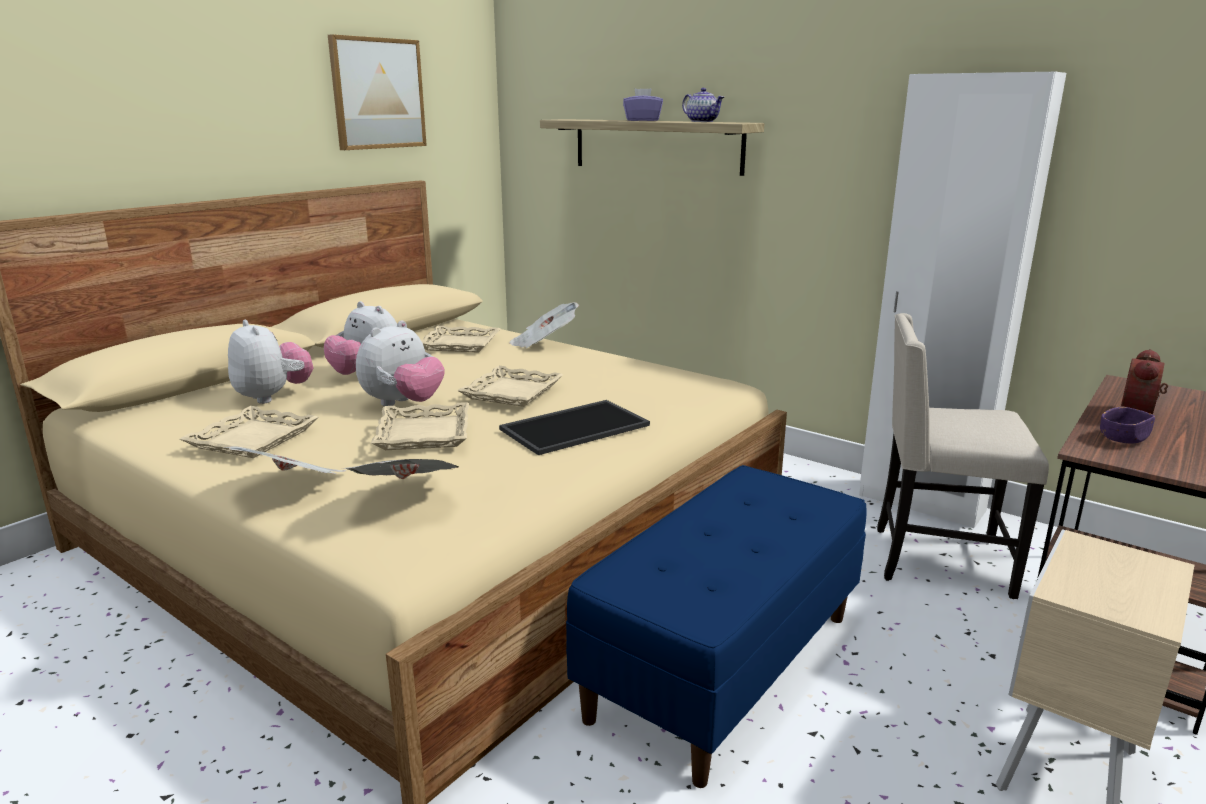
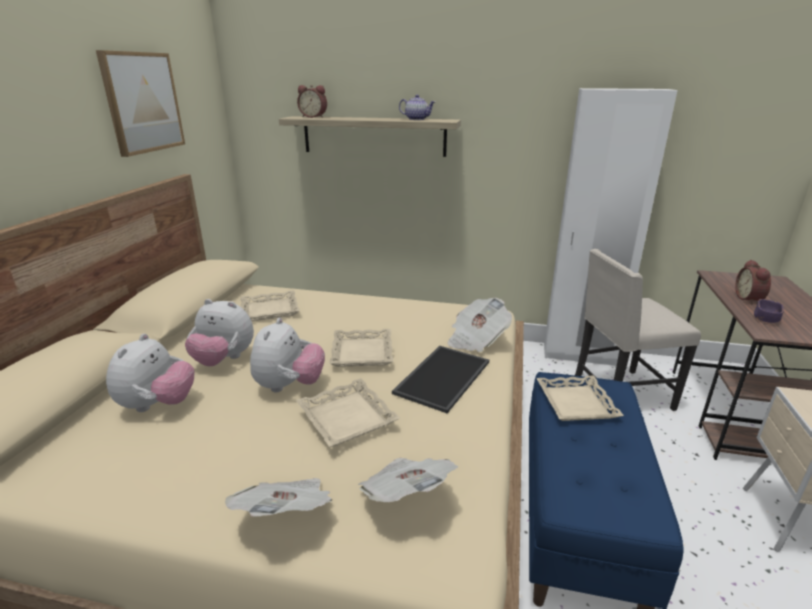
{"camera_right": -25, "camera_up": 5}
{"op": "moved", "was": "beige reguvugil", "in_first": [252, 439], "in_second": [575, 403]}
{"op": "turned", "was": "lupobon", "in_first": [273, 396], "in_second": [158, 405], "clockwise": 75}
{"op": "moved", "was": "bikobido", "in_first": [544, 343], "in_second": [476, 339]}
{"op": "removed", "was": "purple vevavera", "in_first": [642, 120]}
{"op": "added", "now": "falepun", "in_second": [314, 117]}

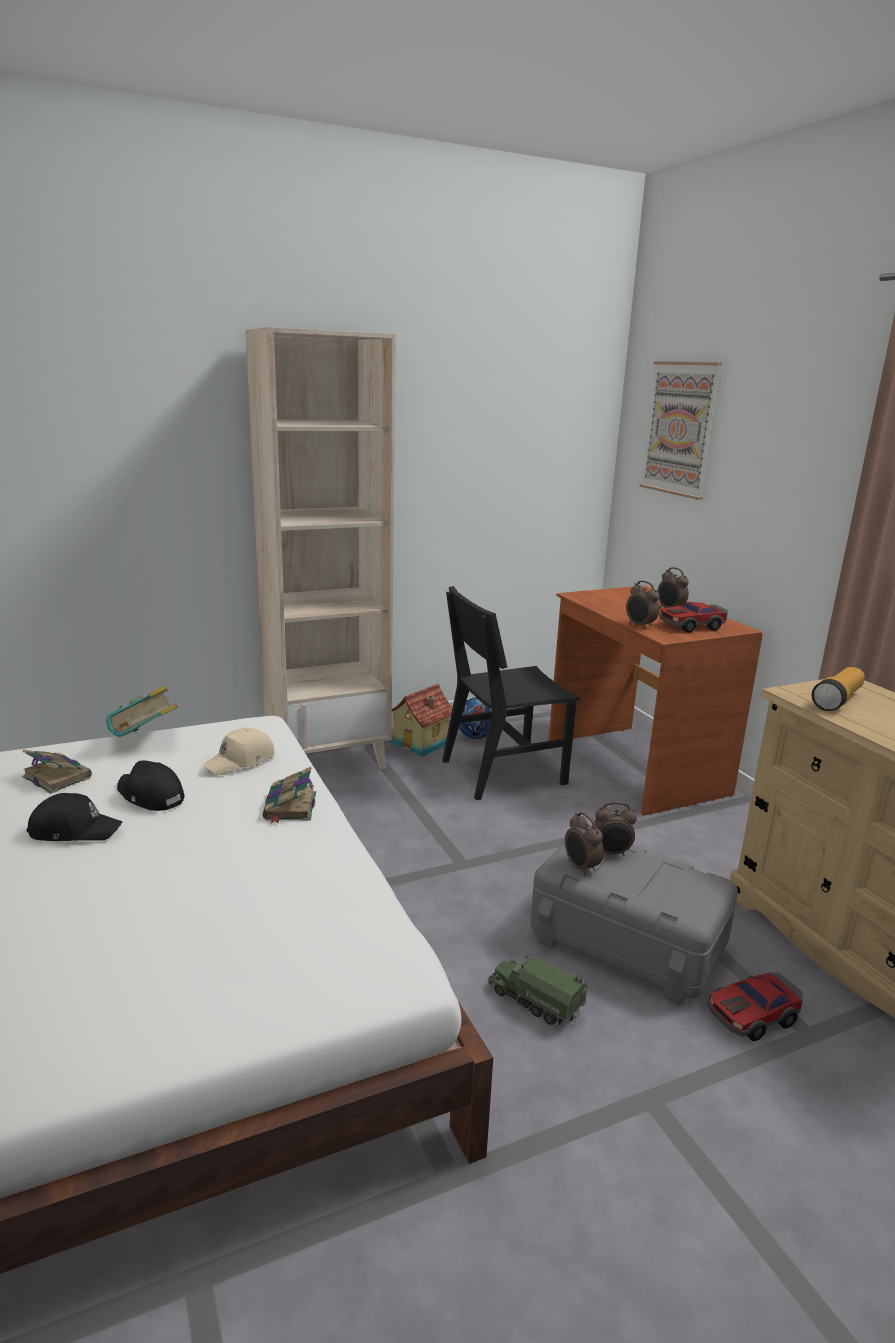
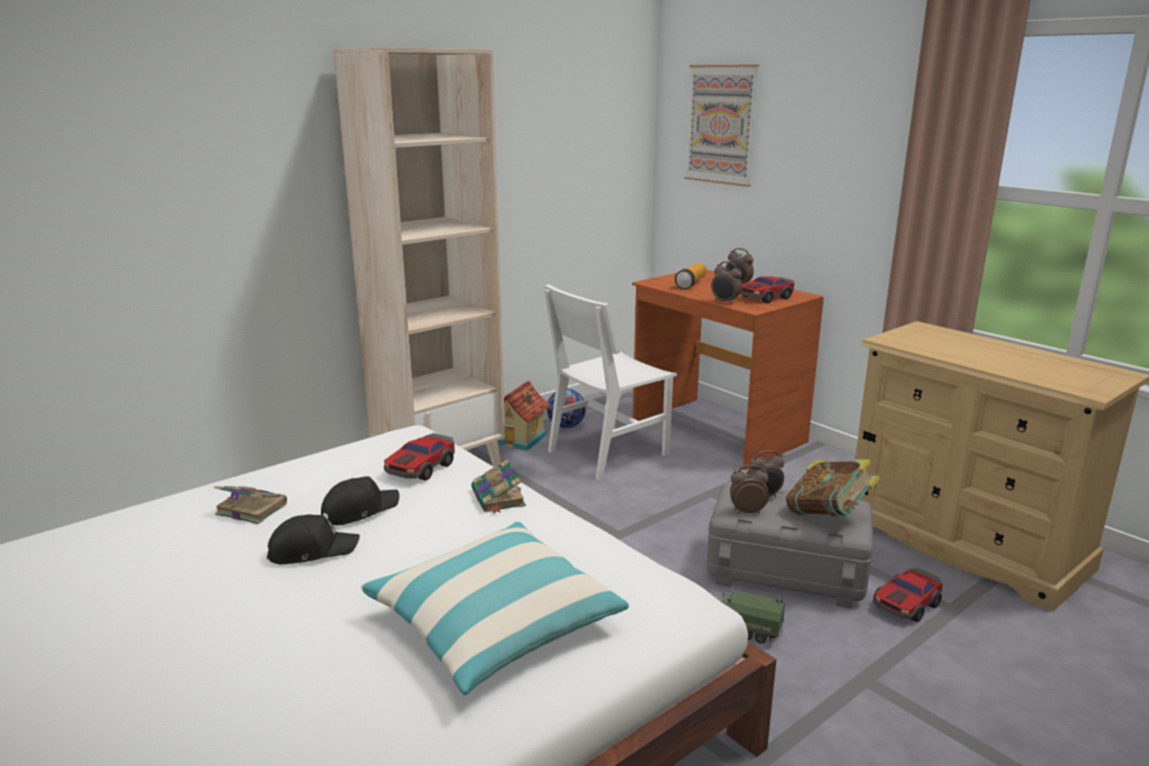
{"camera_right": -15, "camera_up": 0}
{"op": "moved", "was": "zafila", "in_first": [147, 741], "in_second": [828, 516]}
{"op": "turned", "was": "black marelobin", "in_first": [150, 796], "in_second": [359, 510], "clockwise": 120}
{"op": "replaced", "was": "beige marelobin", "now": "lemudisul", "in_first": [241, 761], "in_second": [421, 467]}
{"op": "recoloured", "was": "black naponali", "now": "white naponali", "in_first": [503, 772], "in_second": [608, 452]}
{"op": "turned", "was": "falepun", "in_first": [580, 867], "in_second": [747, 511], "clockwise": 135}
{"op": "moved", "was": "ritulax", "in_first": [837, 700], "in_second": [691, 284]}
{"op": "added", "now": "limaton", "in_second": [495, 622]}

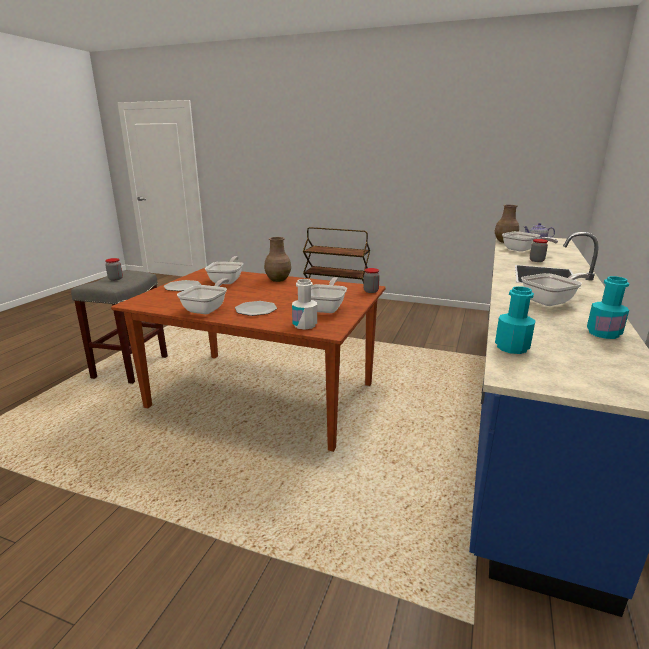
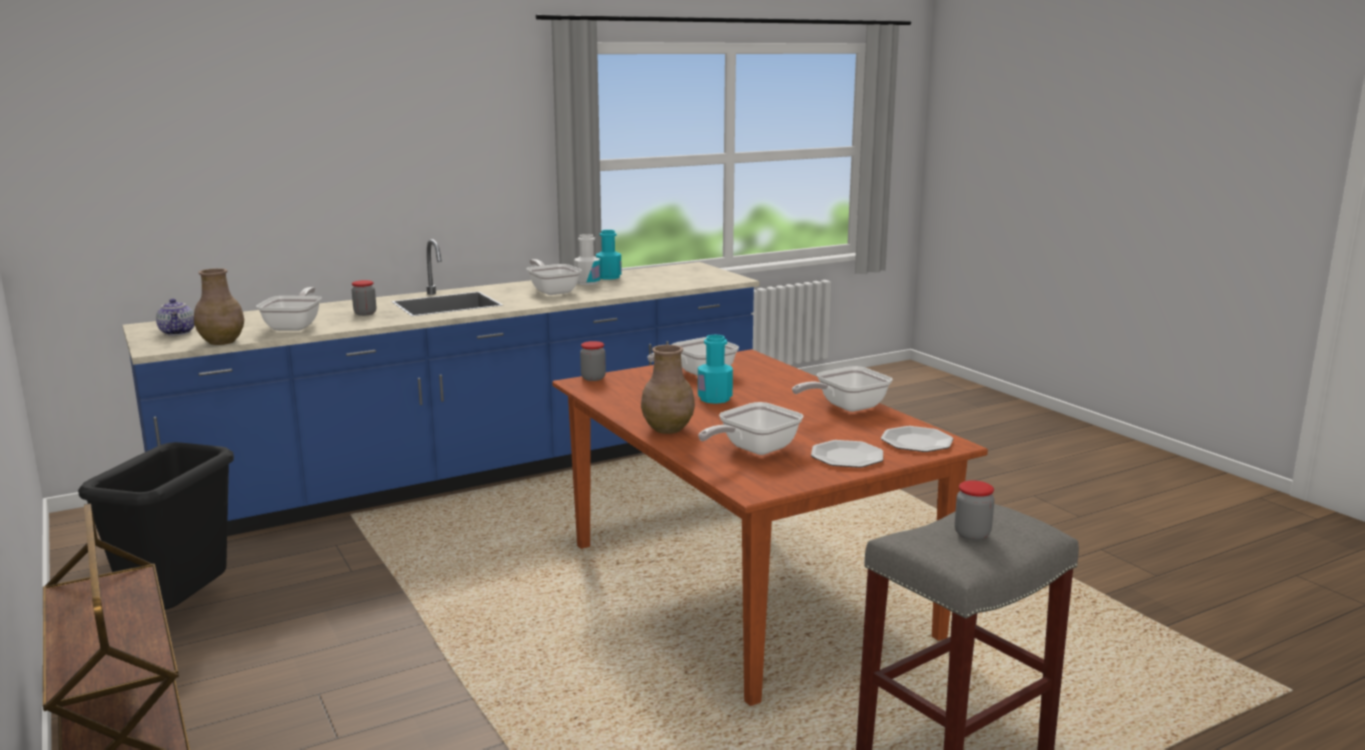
{"camera_right": -140, "camera_up": -5}
{"op": "moved", "was": "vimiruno", "in_first": [256, 310], "in_second": [917, 441]}
{"op": "moved", "was": "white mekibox", "in_first": [304, 325], "in_second": [587, 282]}
{"op": "moved", "was": "turquoise mekibox", "in_first": [512, 347], "in_second": [715, 398]}
{"op": "turned", "was": "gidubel", "in_first": [551, 301], "in_second": [552, 291], "clockwise": 45}
{"op": "added", "now": "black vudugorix", "in_second": [181, 612]}

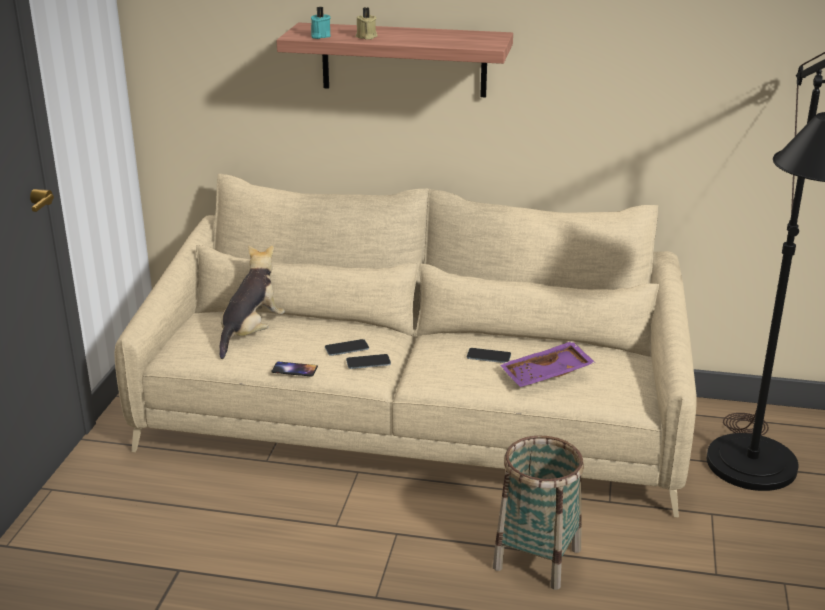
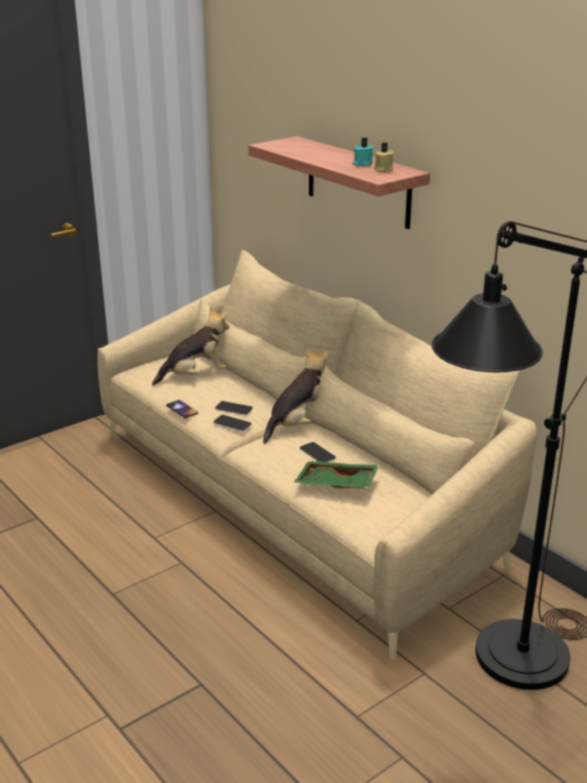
{"camera_right": 40, "camera_up": 0}
{"op": "moved", "was": "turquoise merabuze", "in_first": [320, 36], "in_second": [362, 164]}
{"op": "moved", "was": "beige merabuze", "in_first": [366, 37], "in_second": [382, 169]}
{"op": "removed", "was": "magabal", "in_first": [537, 558]}
{"op": "recoloured", "was": "purple reguvugil", "now": "green reguvugil", "in_first": [547, 375], "in_second": [336, 484]}
{"op": "added", "now": "lupobon", "in_second": [298, 424]}

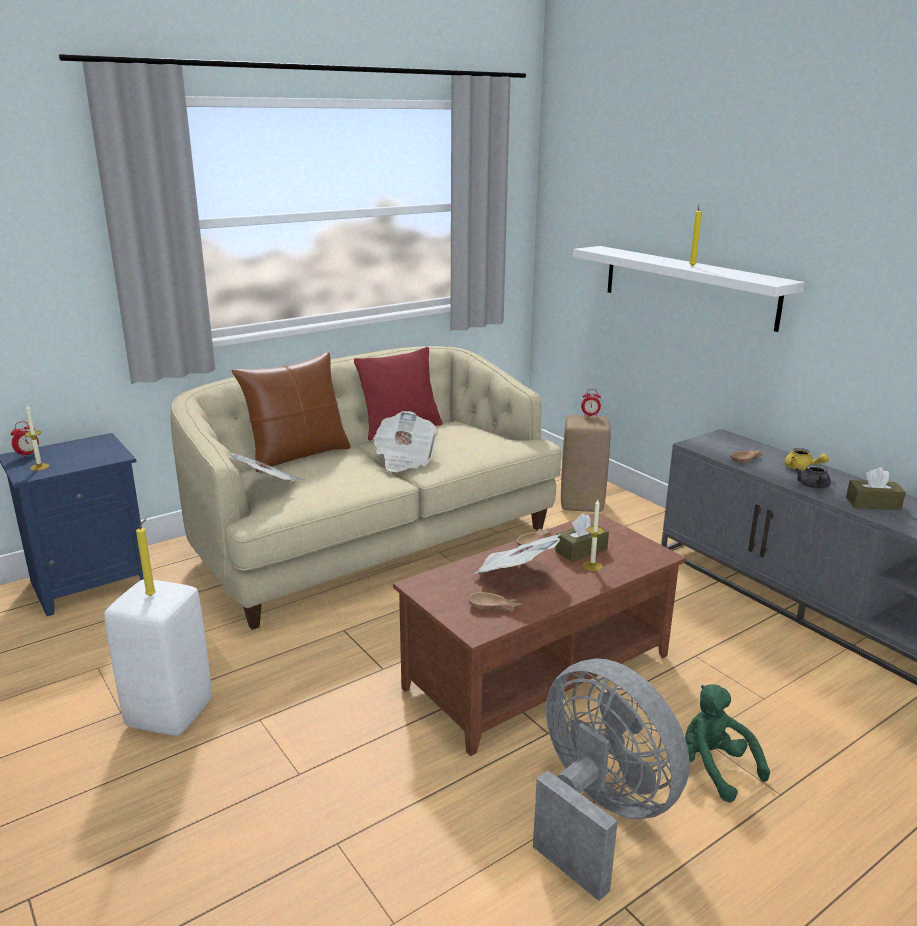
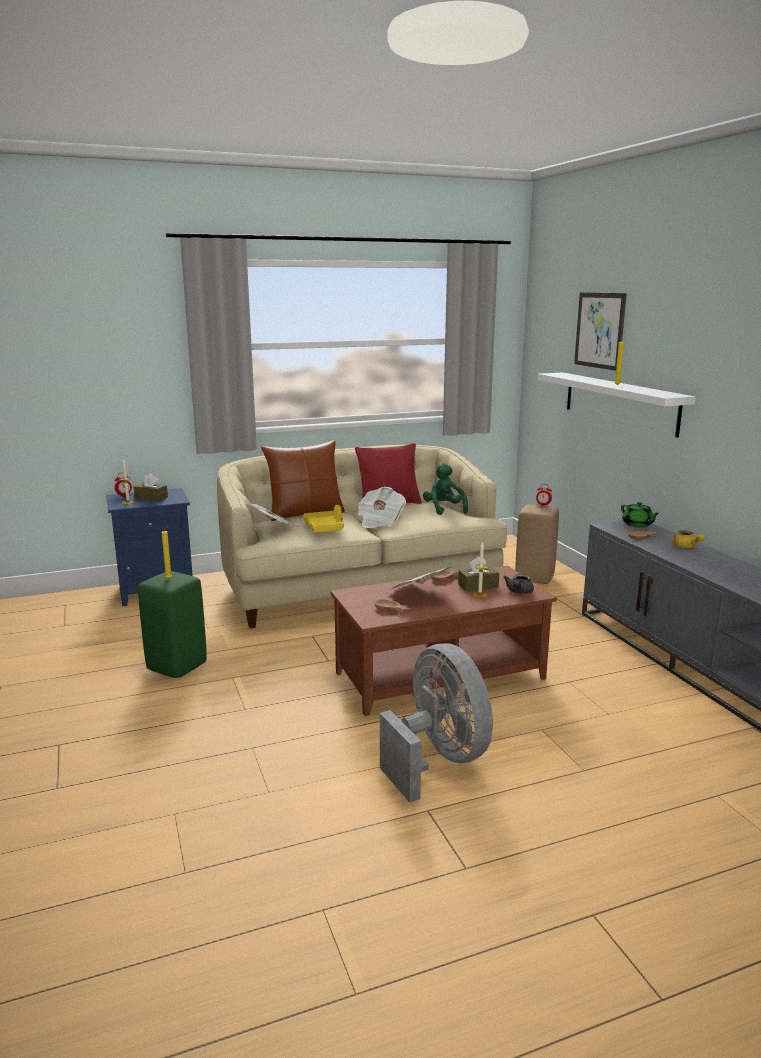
{"camera_right": 15, "camera_up": -5}
{"op": "recoloured", "was": "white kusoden", "now": "green kusoden", "in_first": [169, 713], "in_second": [177, 666]}
{"op": "moved", "was": "green lupobon", "in_first": [713, 768], "in_second": [444, 509]}
{"op": "moved", "was": "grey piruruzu", "in_first": [814, 486], "in_second": [519, 592]}
{"op": "moved", "was": "brown vevavera", "in_first": [873, 504], "in_second": [151, 498]}
{"op": "added", "now": "yellow reguvugil", "in_second": [325, 528]}
{"op": "added", "now": "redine", "in_second": [599, 330]}
{"op": "added", "now": "green piruruzu", "in_second": [637, 525]}

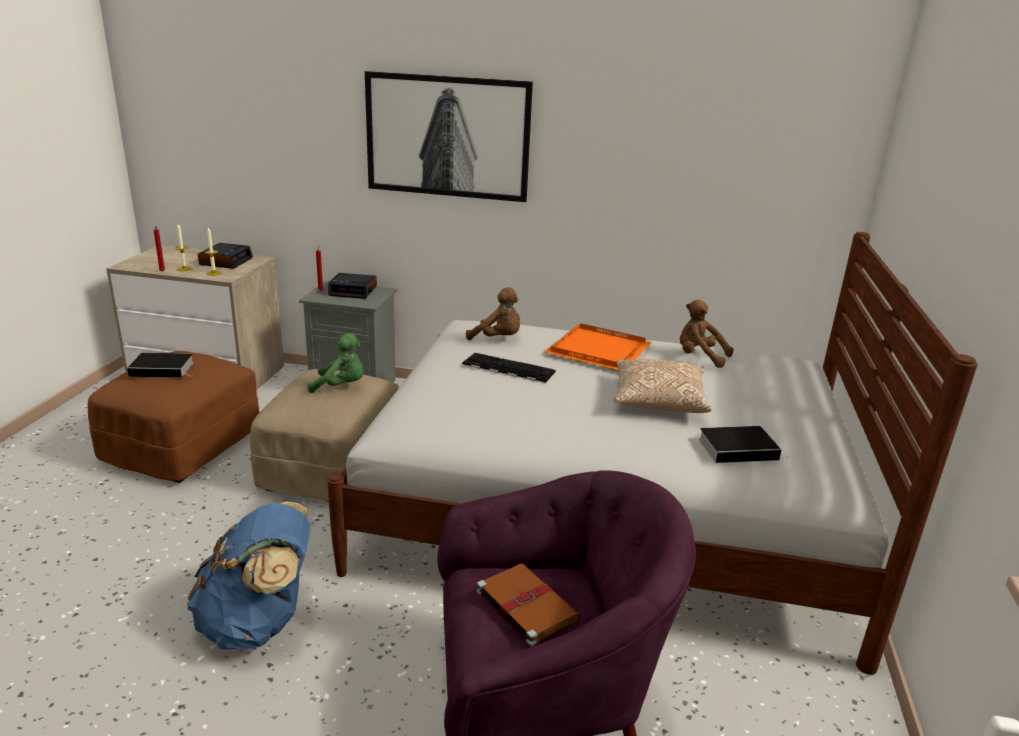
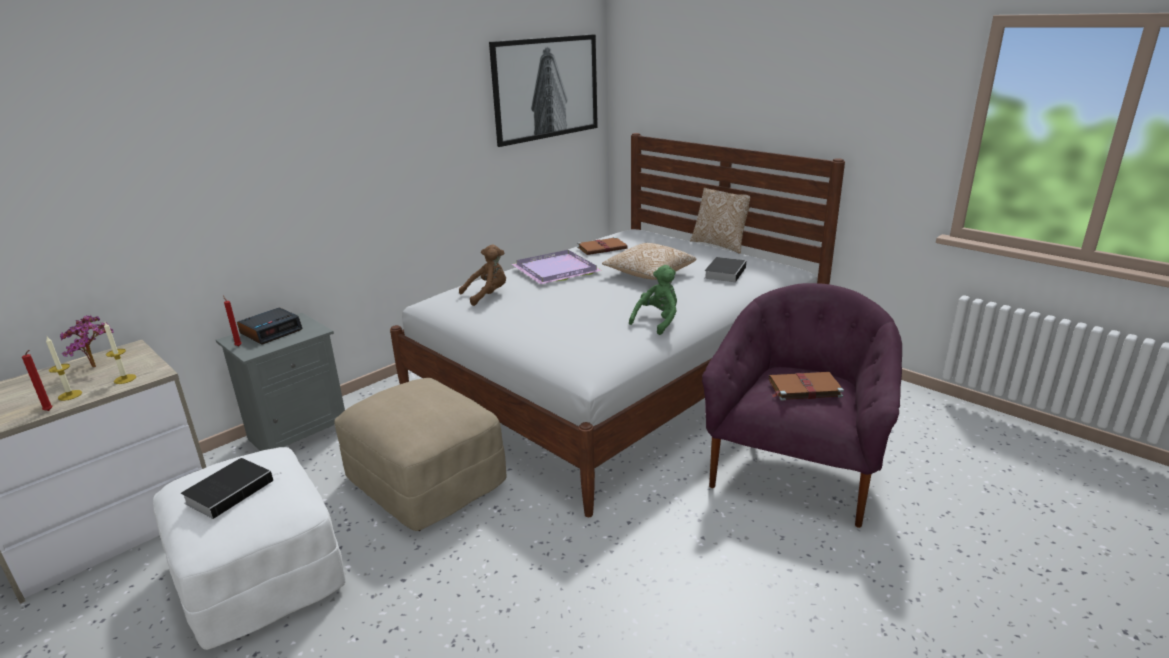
{"camera_right": -55, "camera_up": 0}
{"op": "recoloured", "was": "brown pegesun", "now": "white pegesun", "in_first": [183, 447], "in_second": [261, 575]}
{"op": "removed", "was": "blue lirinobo", "in_first": [259, 622]}
{"op": "replaced", "was": "falepun", "now": "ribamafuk", "in_first": [226, 261], "in_second": [97, 367]}
{"op": "moved", "was": "green lupobon", "in_first": [341, 386], "in_second": [657, 321]}
{"op": "moved", "was": "redine", "in_first": [447, 137], "in_second": [546, 88]}
{"op": "removed", "was": "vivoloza", "in_first": [507, 368]}
{"op": "recoloured", "was": "orange reguvugil", "now": "purple reguvugil", "in_first": [599, 351], "in_second": [558, 270]}
{"op": "replaced", "was": "brown lupobon", "now": "brown zafila", "in_first": [699, 357], "in_second": [603, 248]}
{"op": "added", "now": "limaton", "in_second": [720, 245]}

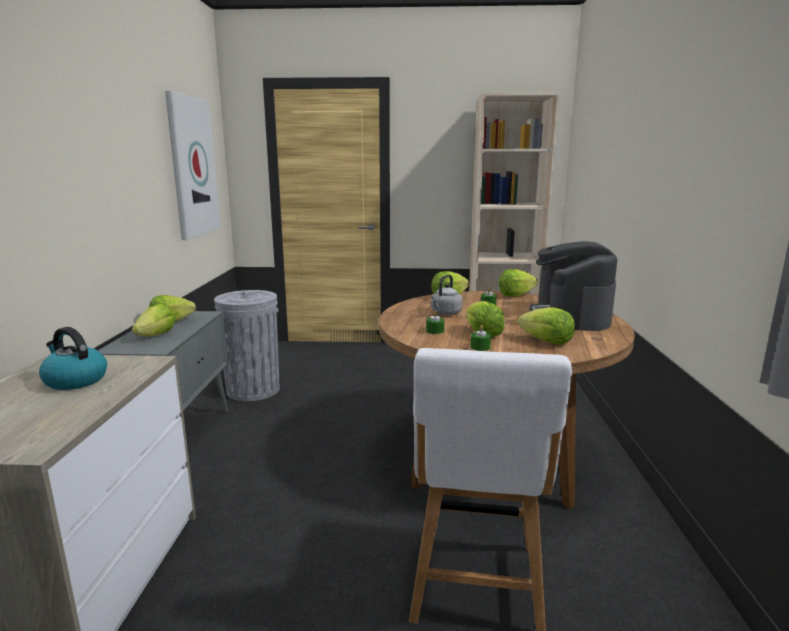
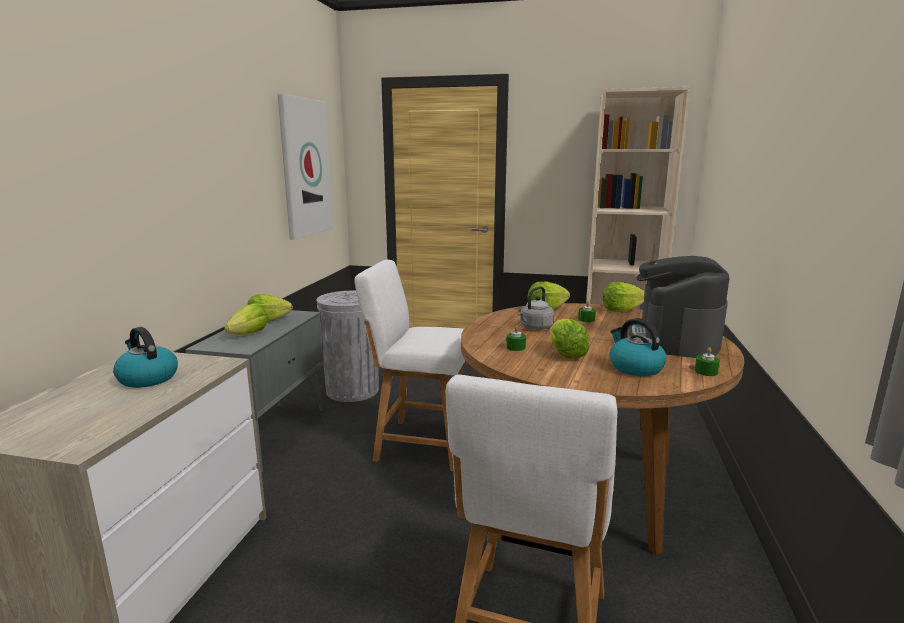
{"camera_right": 10, "camera_up": 0}
{"op": "moved", "was": "green merabuze", "in_first": [480, 347], "in_second": [706, 371]}
{"op": "replaced", "was": "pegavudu", "now": "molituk", "in_first": [546, 341], "in_second": [635, 367]}
{"op": "added", "now": "white naponali", "in_second": [419, 443]}

